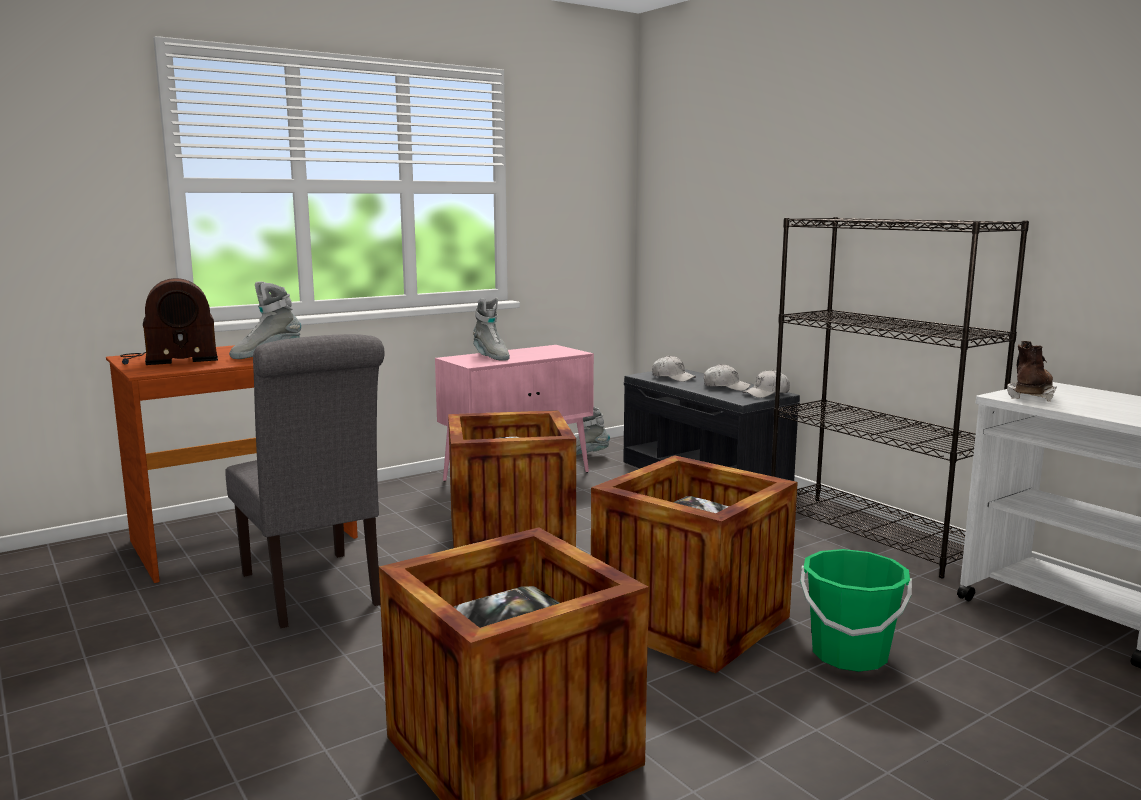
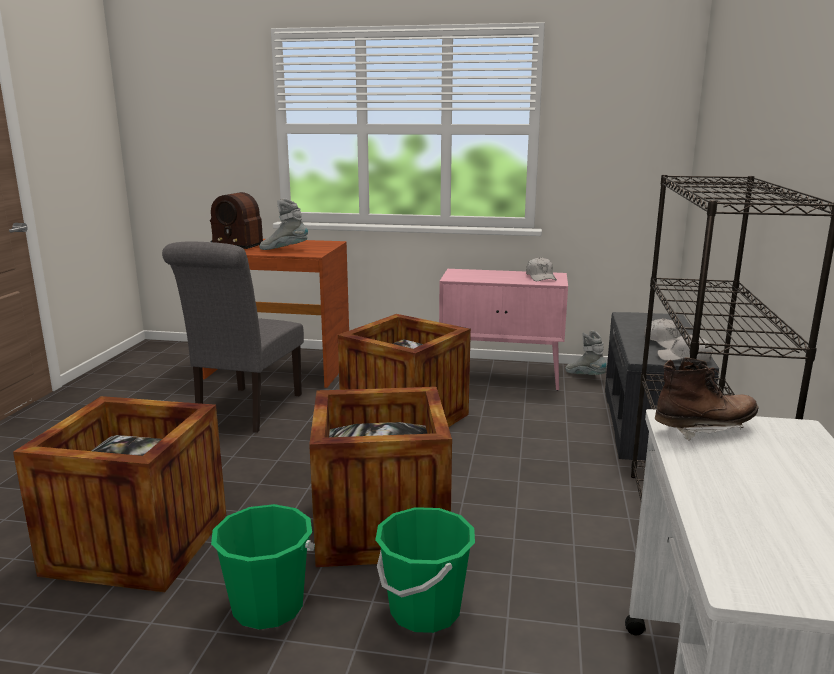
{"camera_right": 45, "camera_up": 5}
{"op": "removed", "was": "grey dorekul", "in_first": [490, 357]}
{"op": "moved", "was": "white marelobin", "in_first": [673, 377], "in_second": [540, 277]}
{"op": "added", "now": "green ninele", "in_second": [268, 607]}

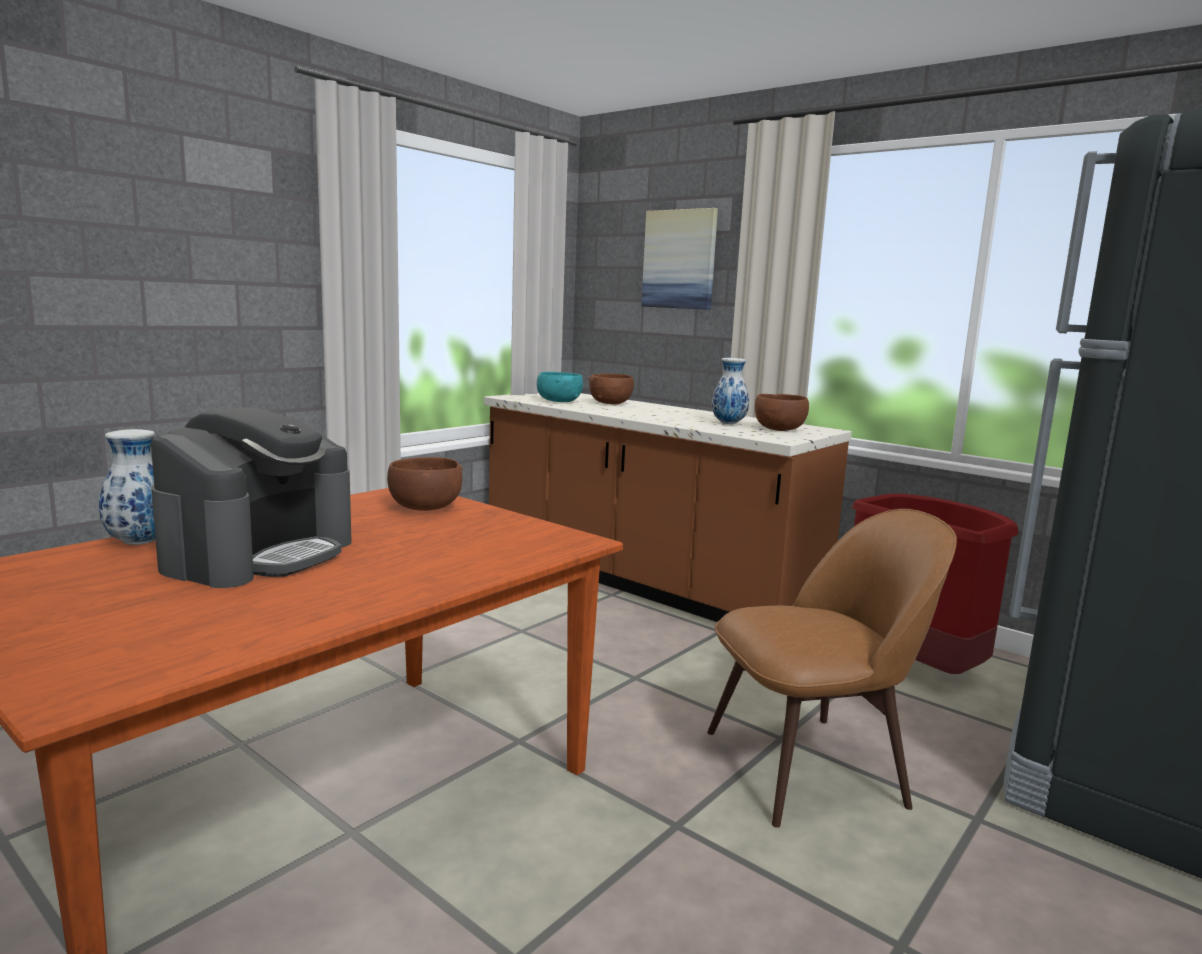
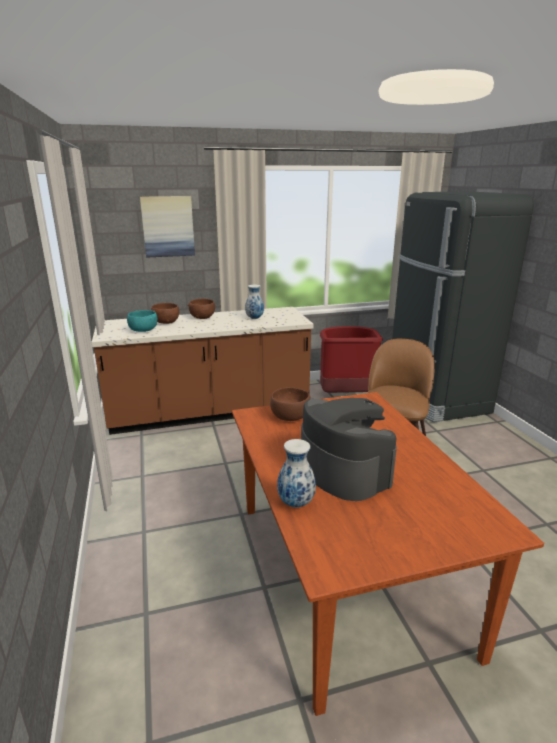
{"camera_right": -55, "camera_up": 10}
{"op": "moved", "was": "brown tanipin", "in_first": [780, 429], "in_second": [202, 317]}

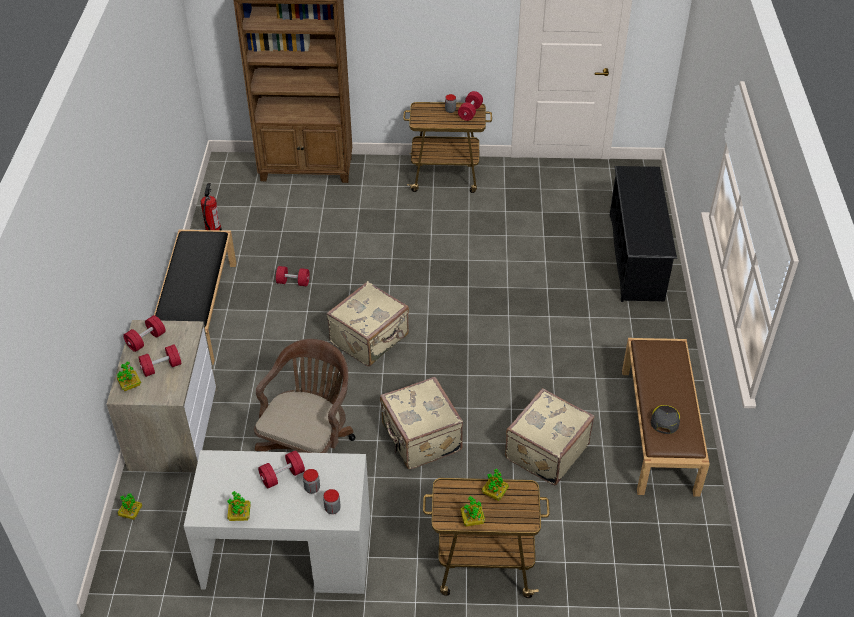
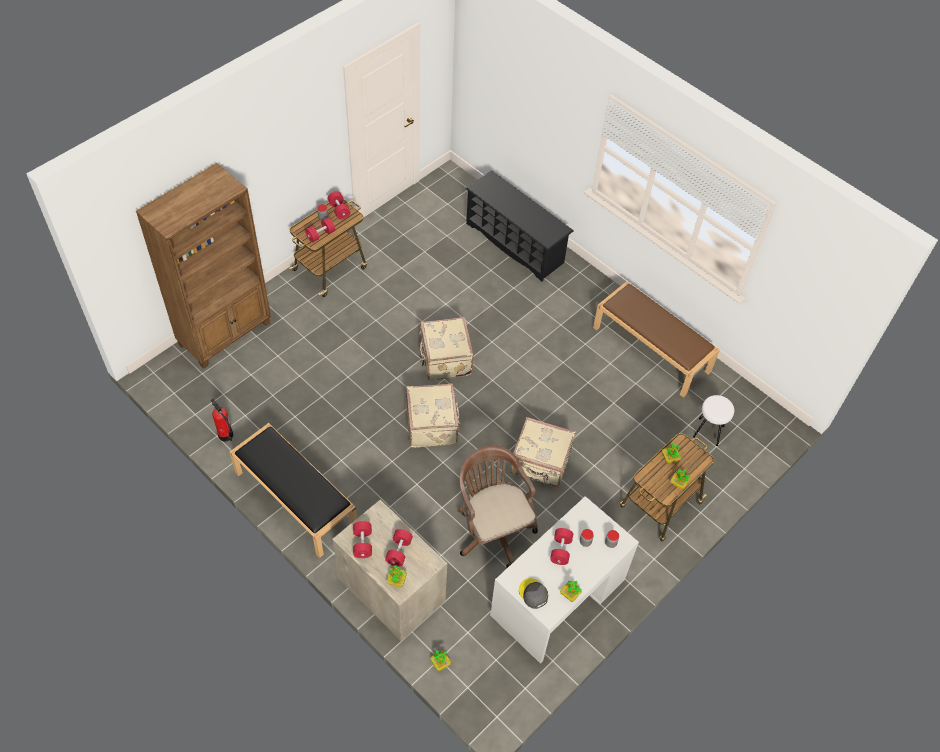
{"camera_right": -50, "camera_up": 10}
{"op": "moved", "was": "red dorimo", "in_first": [293, 282], "in_second": [320, 235]}
{"op": "moved", "was": "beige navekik", "in_first": [545, 451], "in_second": [444, 359]}
{"op": "moved", "was": "grey marelobin", "in_first": [665, 420], "in_second": [533, 594]}
{"op": "added", "now": "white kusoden", "in_second": [709, 432]}

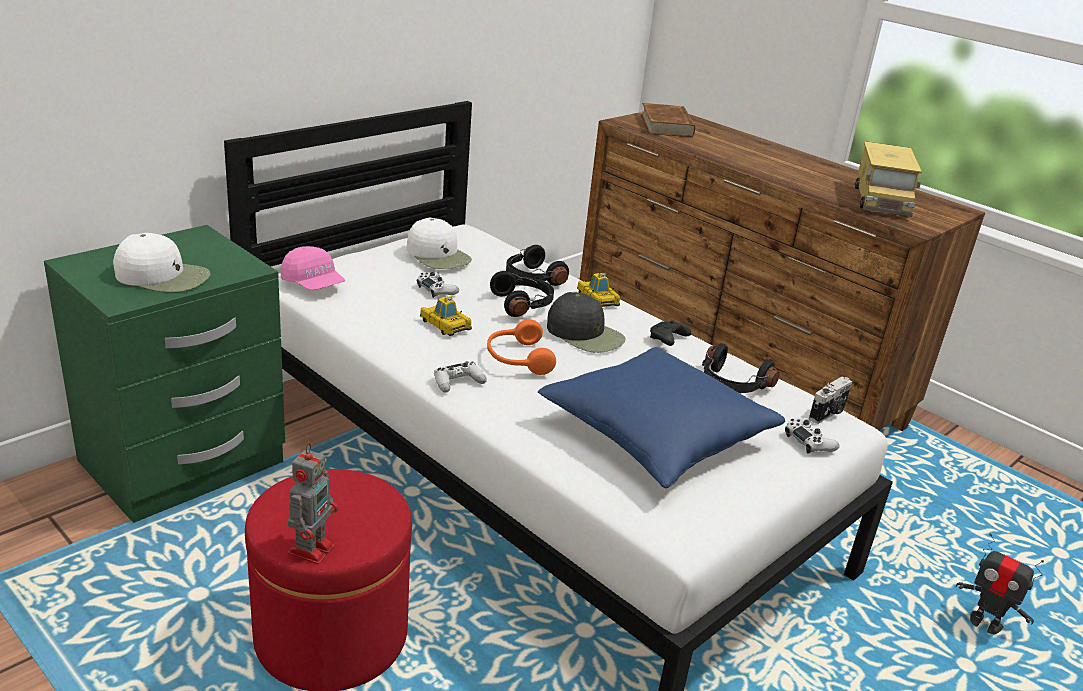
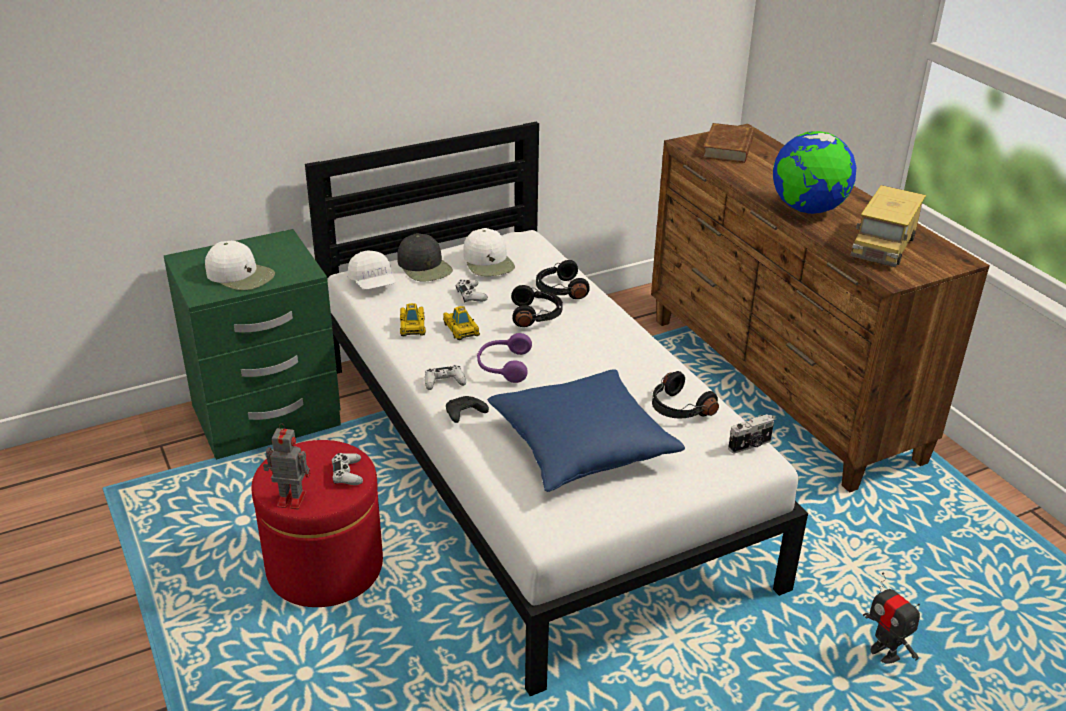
{"camera_right": 20, "camera_up": 5}
{"op": "recoloured", "was": "pink marelobin", "now": "white marelobin", "in_first": [313, 284], "in_second": [373, 282]}
{"op": "turned", "was": "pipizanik", "in_first": [312, 548], "in_second": [290, 499], "clockwise": -120}
{"op": "recoloured", "was": "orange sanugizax", "now": "purple sanugizax", "in_first": [517, 359], "in_second": [503, 366]}
{"op": "moved", "was": "black marelobin", "in_first": [585, 334], "in_second": [425, 267]}
{"op": "moved", "was": "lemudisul", "in_first": [597, 299], "in_second": [412, 326]}
{"op": "moved", "was": "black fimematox", "in_first": [667, 340], "in_second": [464, 415]}
{"op": "moved", "was": "white fimematox", "in_first": [809, 441], "in_second": [347, 474]}
{"op": "added", "now": "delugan", "in_second": [807, 210]}

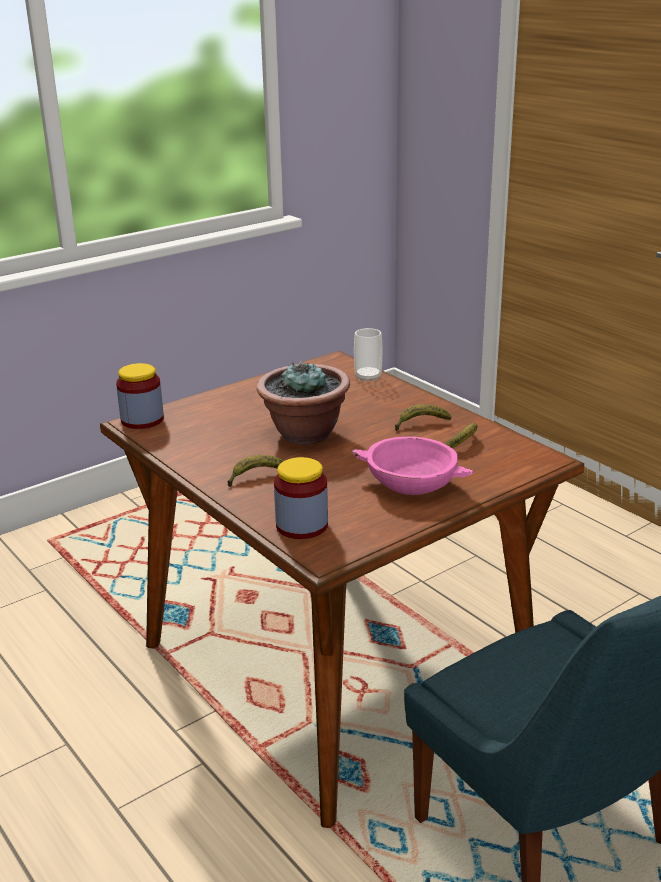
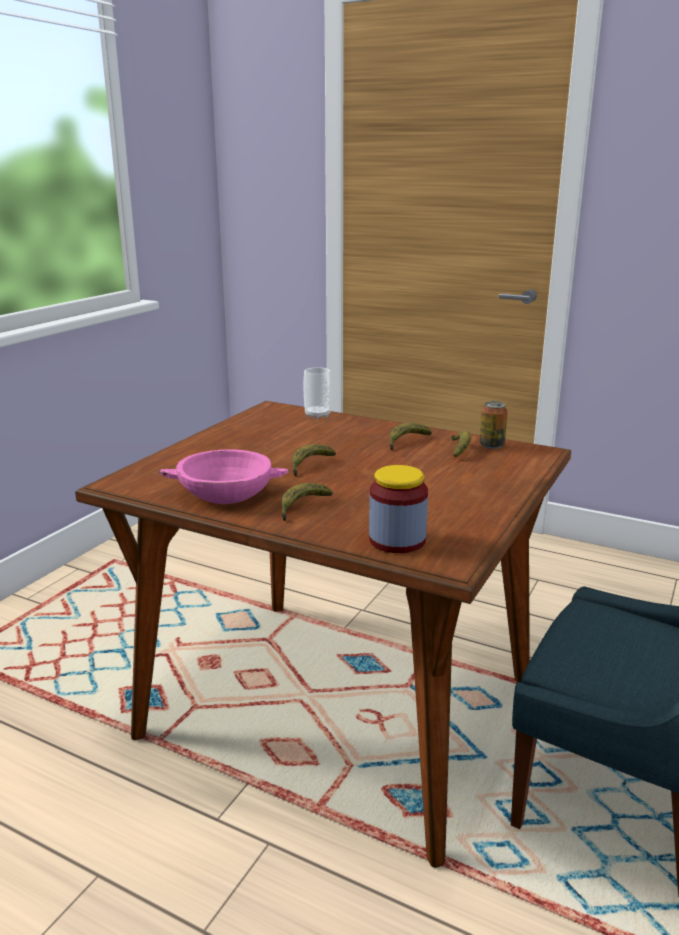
{"camera_right": -25, "camera_up": -5}
{"op": "removed", "was": "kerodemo", "in_first": [142, 420]}
{"op": "replaced", "was": "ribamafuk", "now": "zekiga", "in_first": [304, 434], "in_second": [309, 465]}
{"op": "moved", "was": "pink tanipin", "in_first": [412, 483], "in_second": [226, 494]}
{"op": "added", "now": "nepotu", "in_second": [491, 445]}

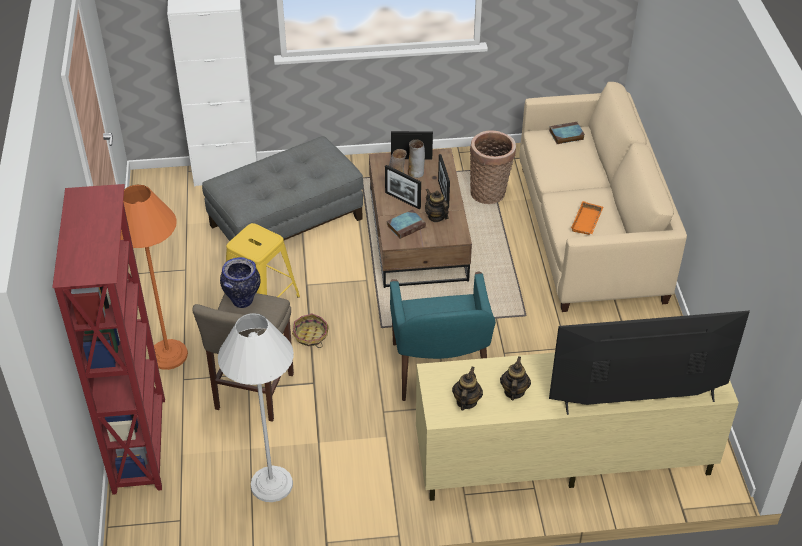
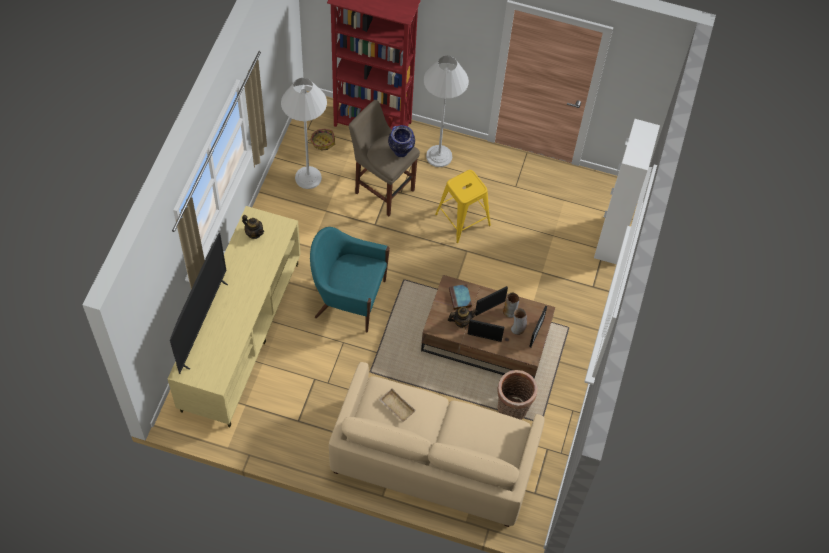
{"camera_right": 110, "camera_up": 15}
{"op": "recoloured", "was": "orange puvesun", "now": "white puvesun", "in_first": [168, 355], "in_second": [439, 156]}
{"op": "removed", "was": "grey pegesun", "in_first": [286, 221]}
{"op": "moved", "was": "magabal", "in_first": [310, 336], "in_second": [322, 142]}
{"op": "removed", "was": "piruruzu", "in_first": [514, 391]}
{"op": "removed", "was": "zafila", "in_first": [566, 135]}
{"op": "recoloured", "was": "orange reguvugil", "now": "beige reguvugil", "in_first": [587, 222], "in_second": [396, 407]}

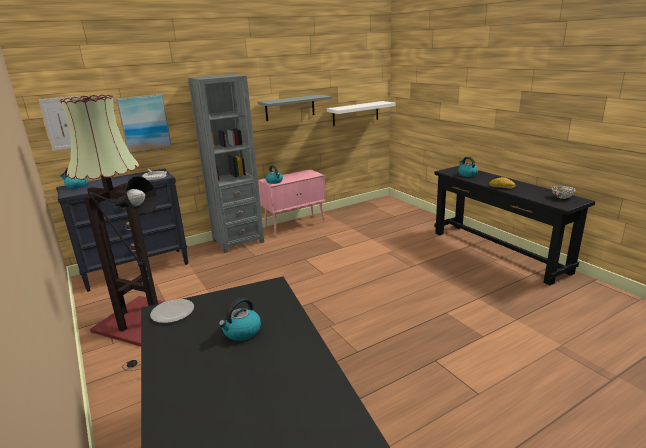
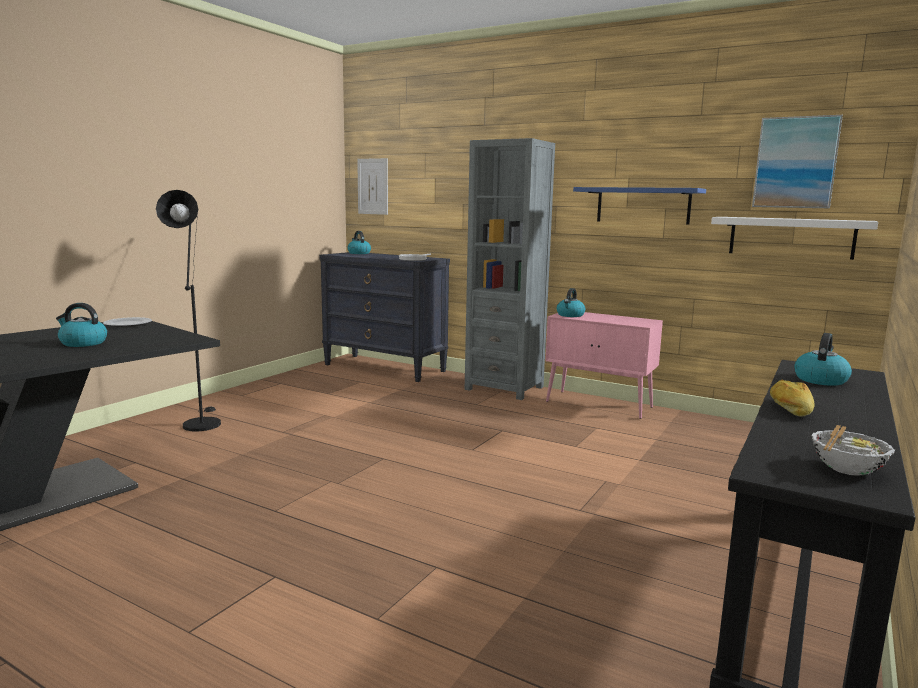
{"camera_right": 60, "camera_up": -10}
{"op": "removed", "was": "puvesun", "in_first": [140, 319]}
{"op": "moved", "was": "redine", "in_first": [144, 123], "in_second": [795, 163]}
{"op": "recoloured", "was": "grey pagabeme", "now": "blue pagabeme", "in_first": [290, 108], "in_second": [643, 205]}

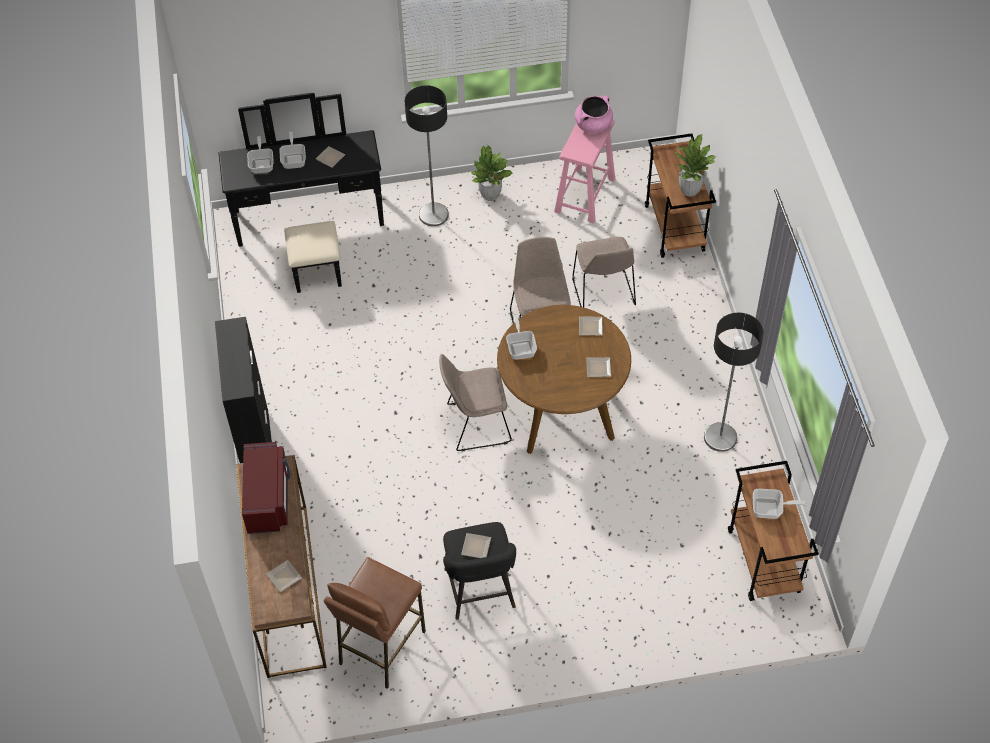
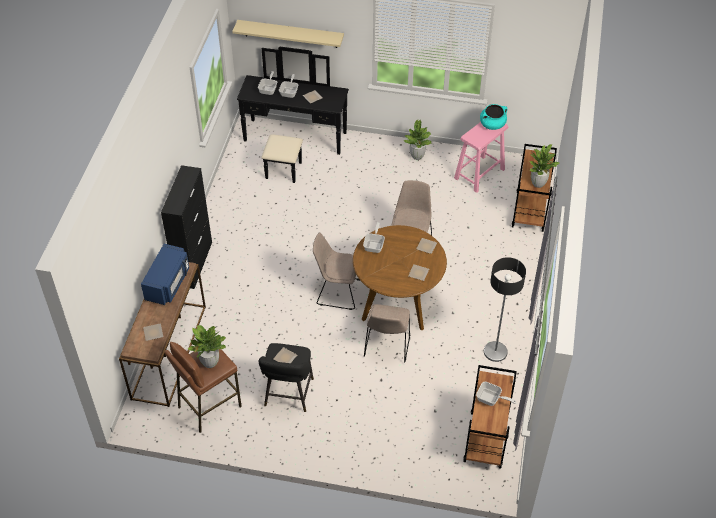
{"camera_right": 20, "camera_up": -5}
{"op": "recoloured", "was": "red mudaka", "now": "blue mudaka", "in_first": [268, 498], "in_second": [168, 284]}
{"op": "removed", "was": "puvesun", "in_first": [433, 215]}
{"op": "moved", "was": "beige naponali", "in_first": [603, 293], "in_second": [387, 346]}
{"op": "recoloured", "was": "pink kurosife", "now": "turquoise kurosife", "in_first": [593, 125], "in_second": [492, 124]}
{"op": "added", "now": "ribamafuk", "in_second": [210, 363]}
{"op": "added", "now": "beige pagabeme", "in_second": [290, 34]}

